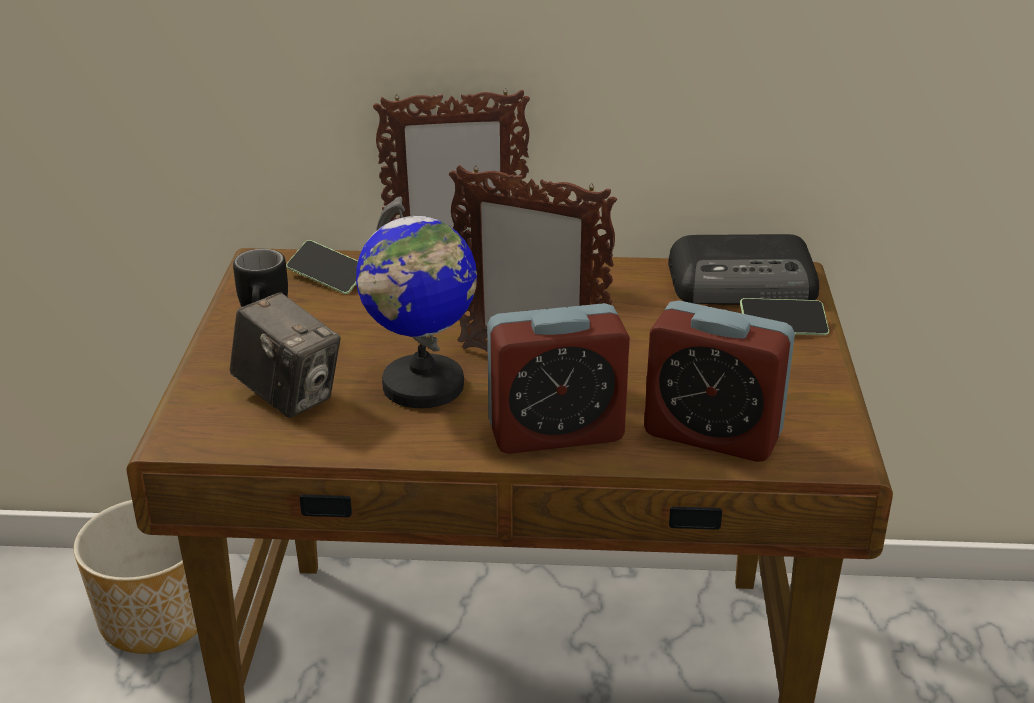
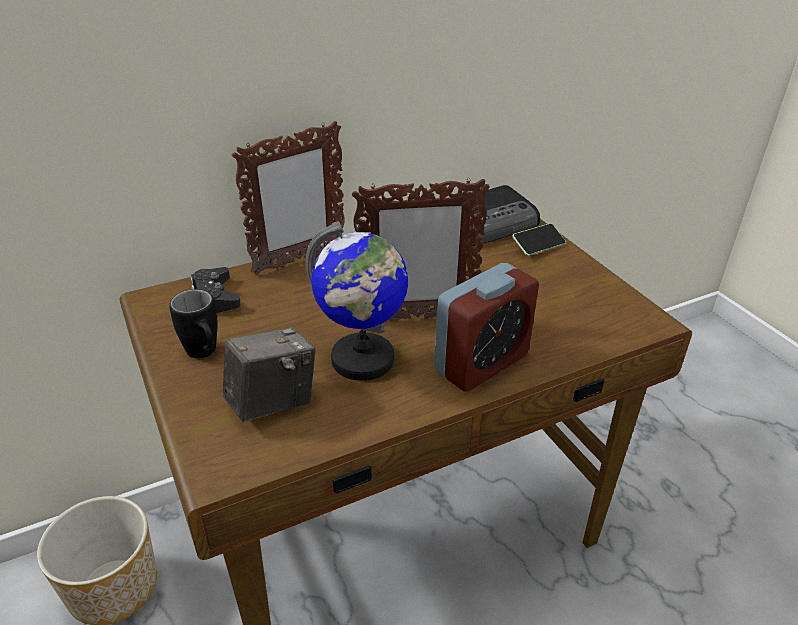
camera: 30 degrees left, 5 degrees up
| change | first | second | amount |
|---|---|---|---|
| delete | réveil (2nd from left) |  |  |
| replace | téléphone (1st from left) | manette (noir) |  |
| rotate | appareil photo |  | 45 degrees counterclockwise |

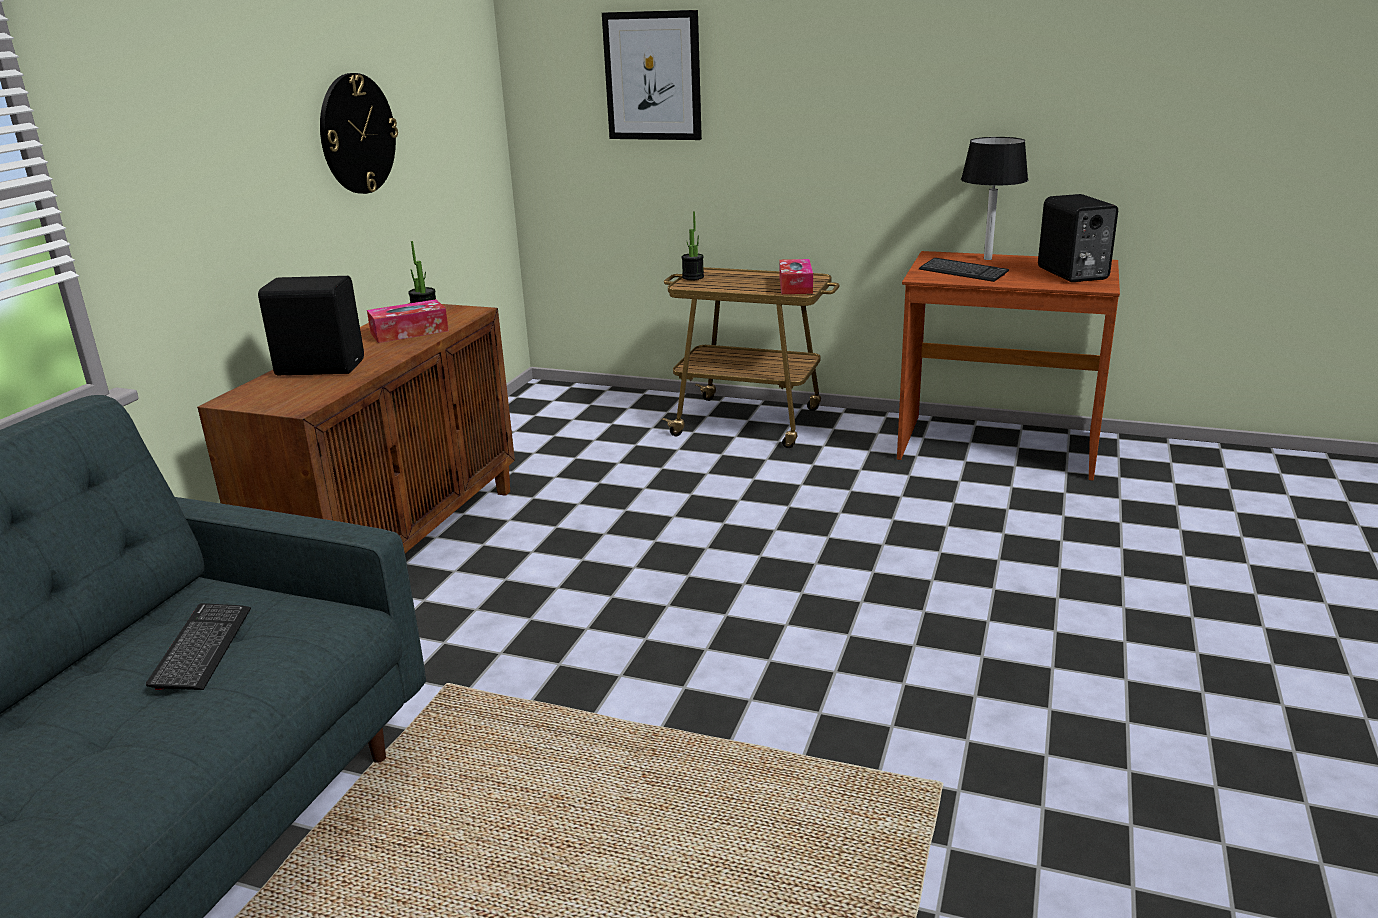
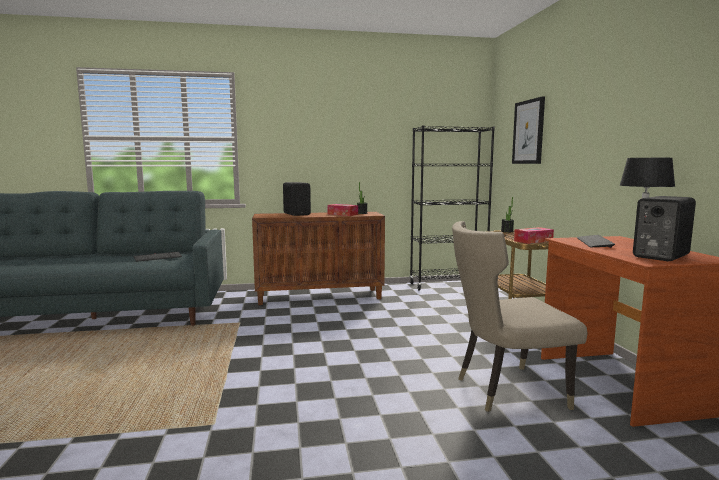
camera: 60 degrees right, 15 degrees down
| change | first | second | amount |
|---|---|---|---|
| delete | horloge murale |  |  |
| insert |  | bibliothèque (noir) |  |
| insert |  | chaise (beige) |  |

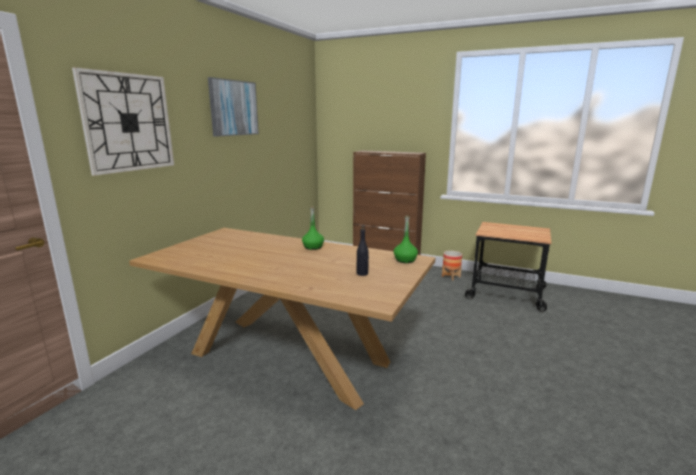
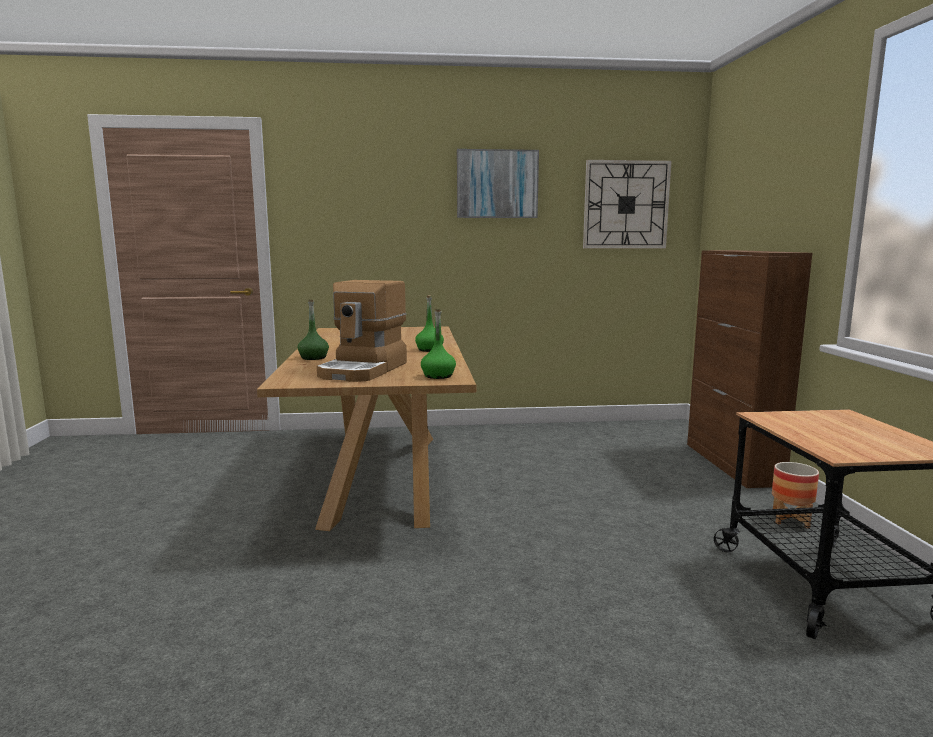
camera: 60 degrees right, 5 degrees down
| change | first | second | amount |
|---|---|---|---|
| insert |  | bouteille (vert) (1st from left) |  |
| move | horloge murale |  |  |
| replace | bouteille (noir) | machine à café |  |

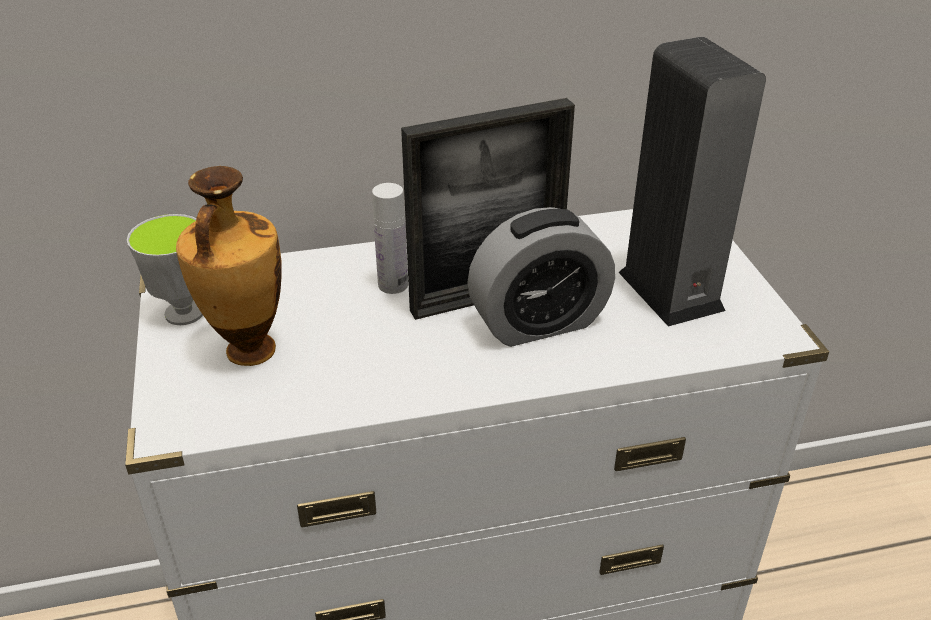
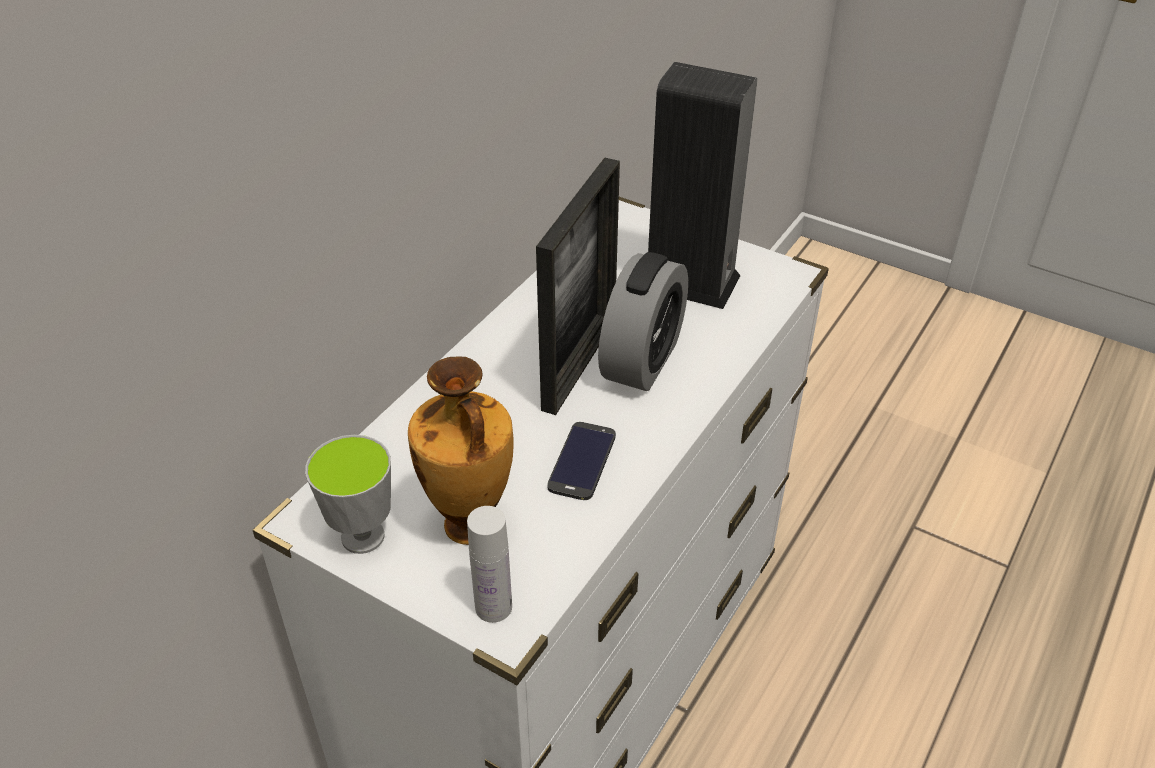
camera: 45 degrees left, 5 degrees up
| change | first | second | amount |
|---|---|---|---|
| insert |  | téléphone |  |
| move | bouteille (blanc) |  |  |

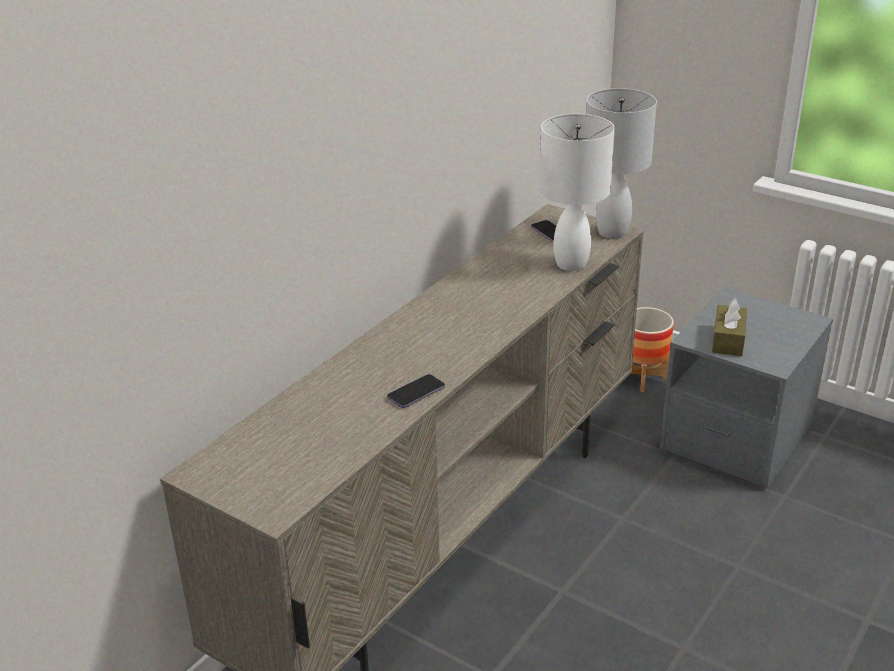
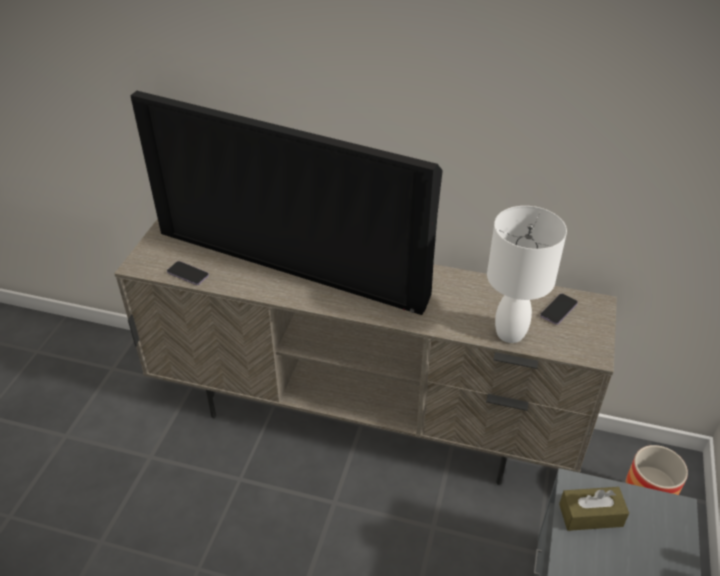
camera: 70 degrees right, 10 degrees up
| change | first | second | amount |
|---|---|---|---|
| delete | lampe de table (blanc) (2nd from left) |  |  |
| insert |  | téléviseur |  |
| move | téléphone (1st from left) |  |  |

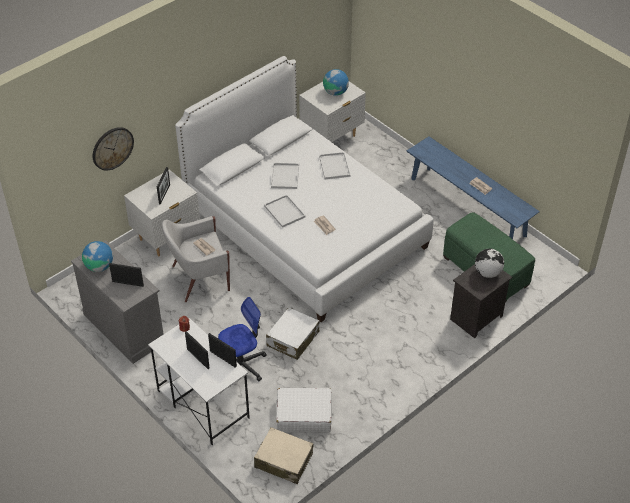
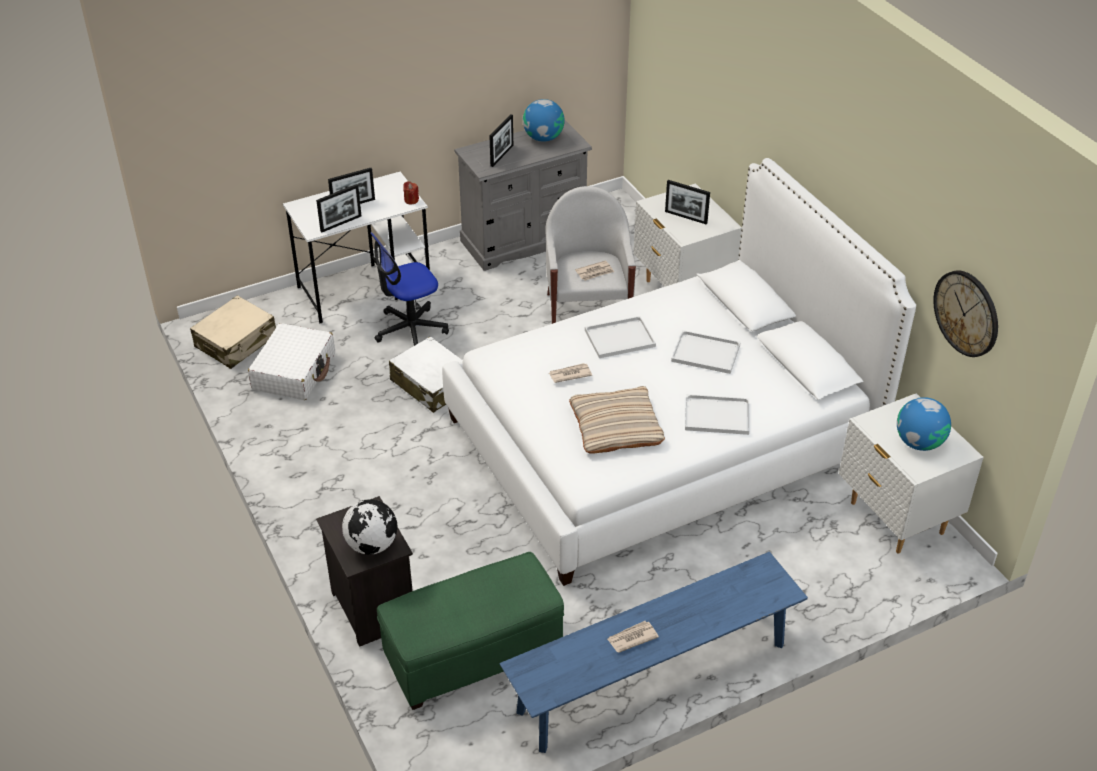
camera: 105 degrees right, 5 degrees down
| change | first | second | amount |
|---|---|---|---|
| insert |  | coussin (beige) |  |
| move | horloge murale |  |  |
| rotate | chaise de bureau |  | 75 degrees clockwise |

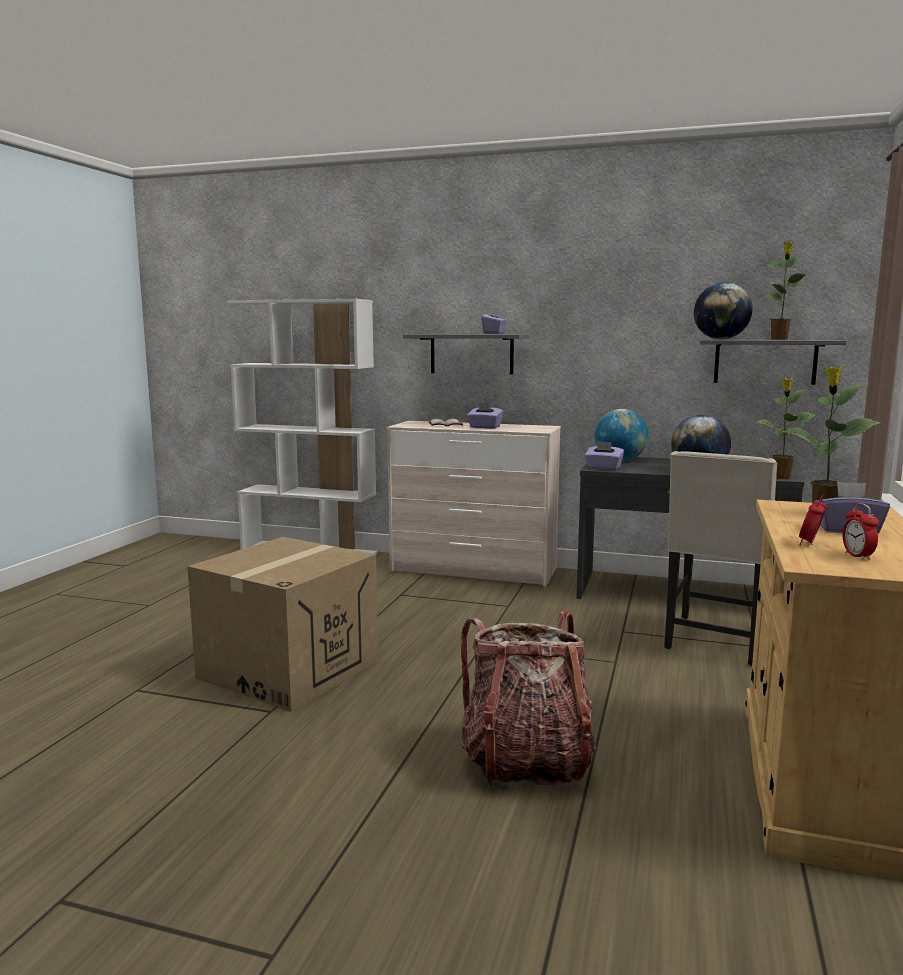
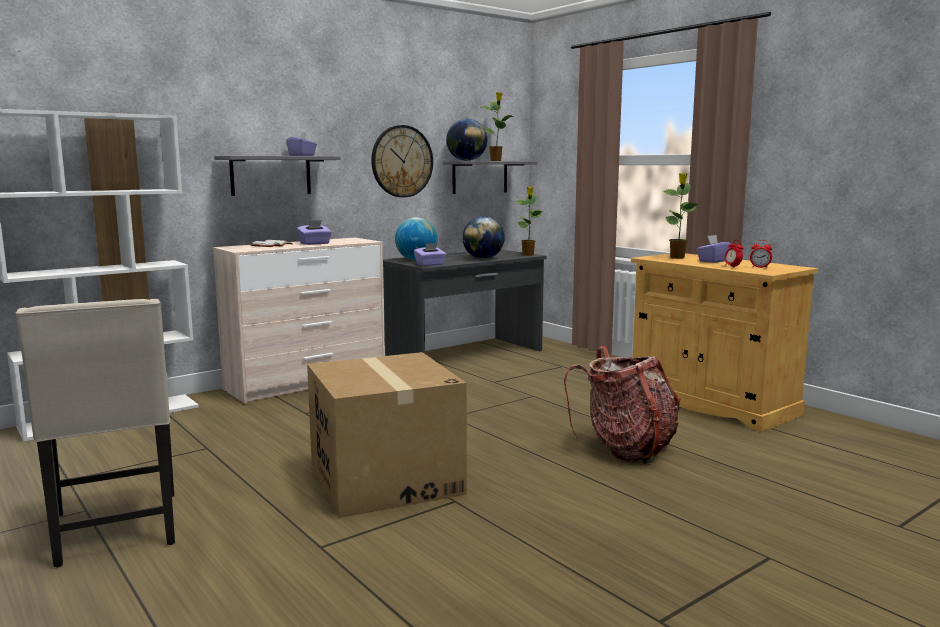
camera: 55 degrees left, 0 degrees up
| change | first | second | amount |
|---|---|---|---|
| insert |  | horloge murale |  |
| move | chaise (beige) |  |  |

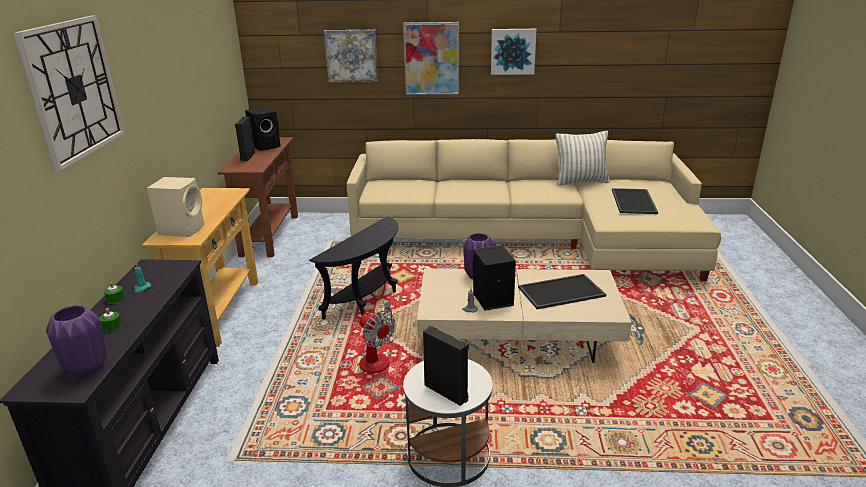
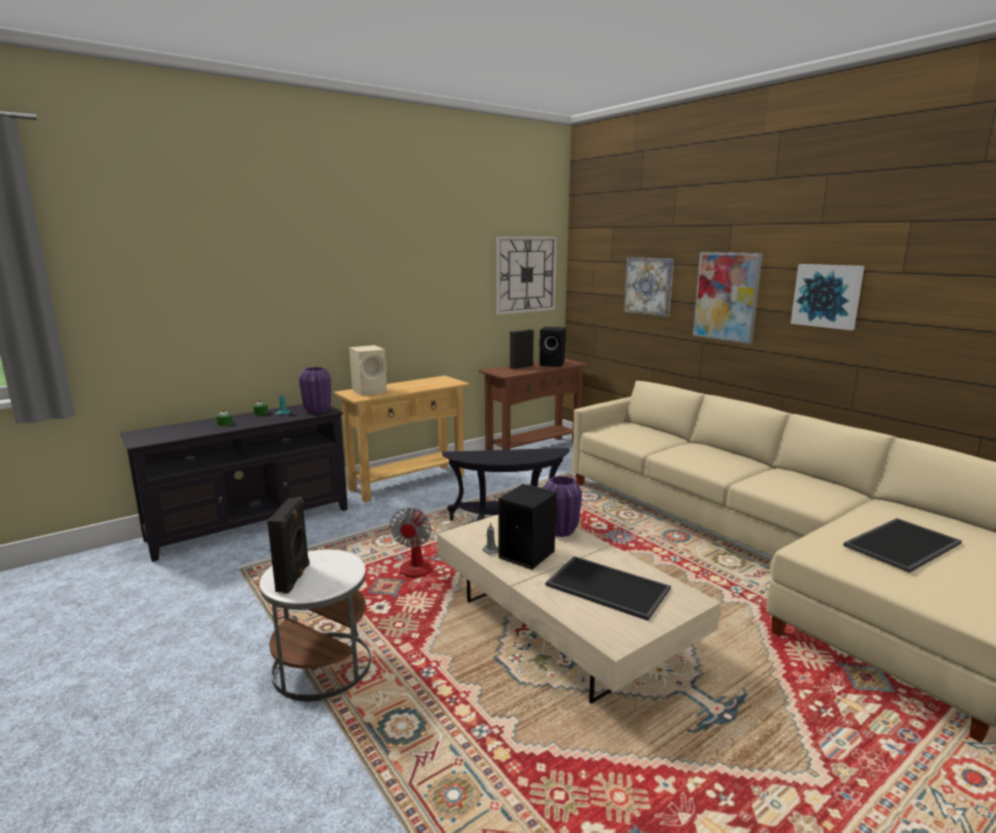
camera: 50 degrees right, 10 degrees down
| change | first | second | amount |
|---|---|---|---|
| delete | coussin |  |  |
| move | horloge murale |  |  |
| move | vase (violet) (1st from left) |  |  |

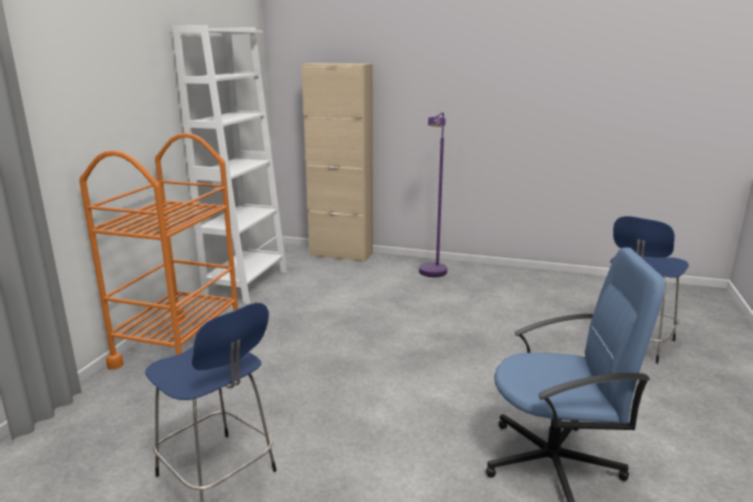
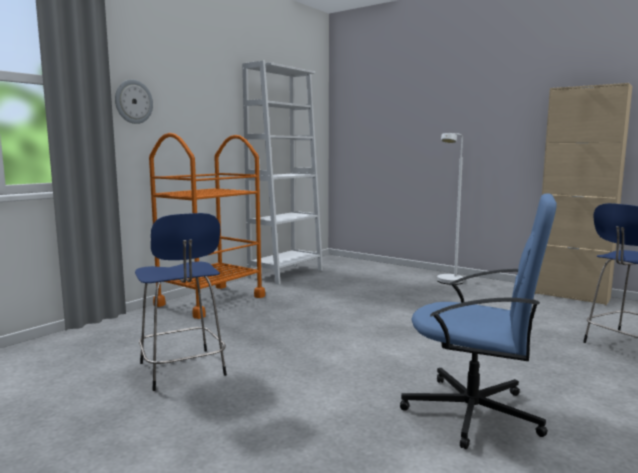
camera: 20 degrees right, 10 degrees down
| change | first | second | amount |
|---|---|---|---|
| insert |  | horloge murale |  |
| move | meuble de rangement (beige) |  |  |
| recolor | lampadaire (violet) | lampadaire (blanc) |  |

